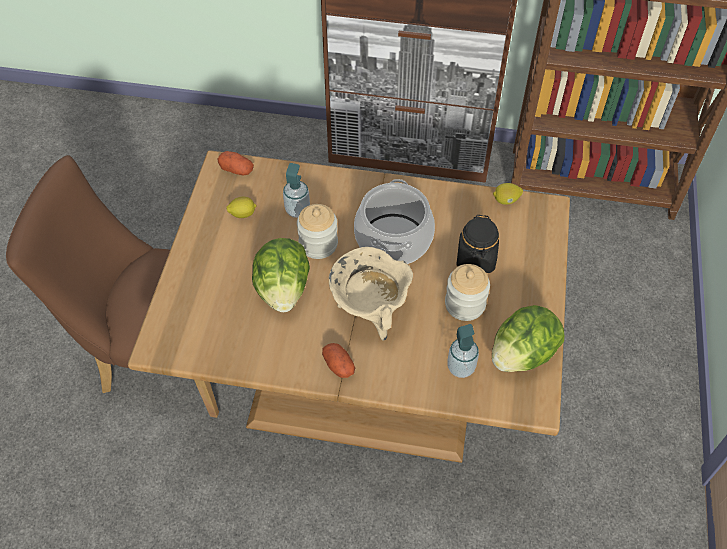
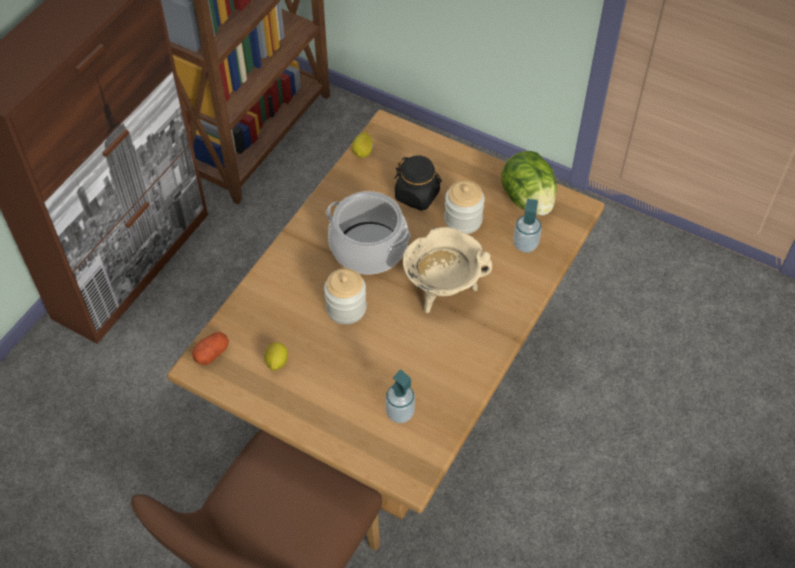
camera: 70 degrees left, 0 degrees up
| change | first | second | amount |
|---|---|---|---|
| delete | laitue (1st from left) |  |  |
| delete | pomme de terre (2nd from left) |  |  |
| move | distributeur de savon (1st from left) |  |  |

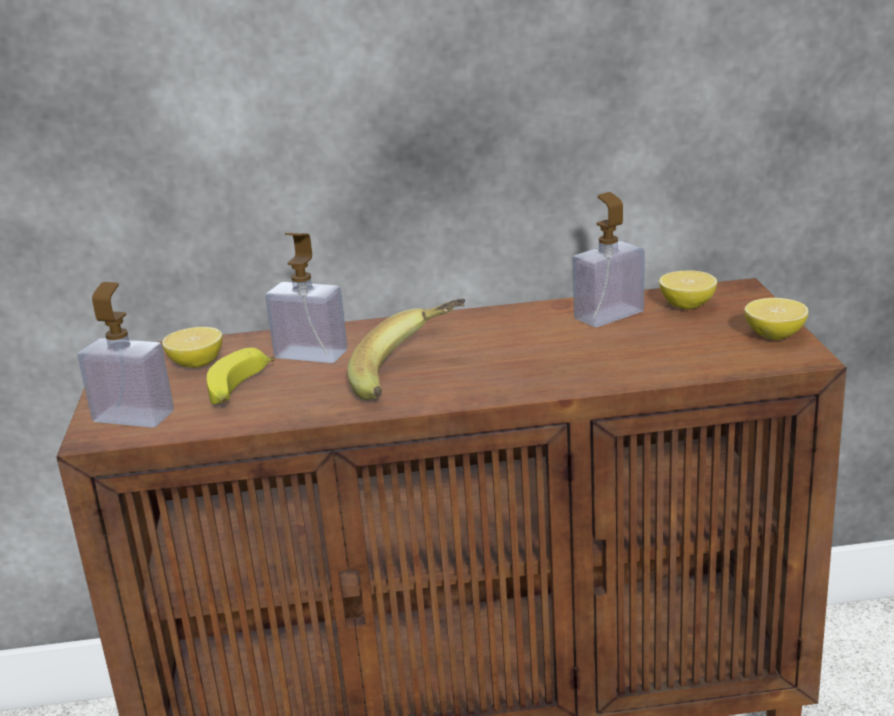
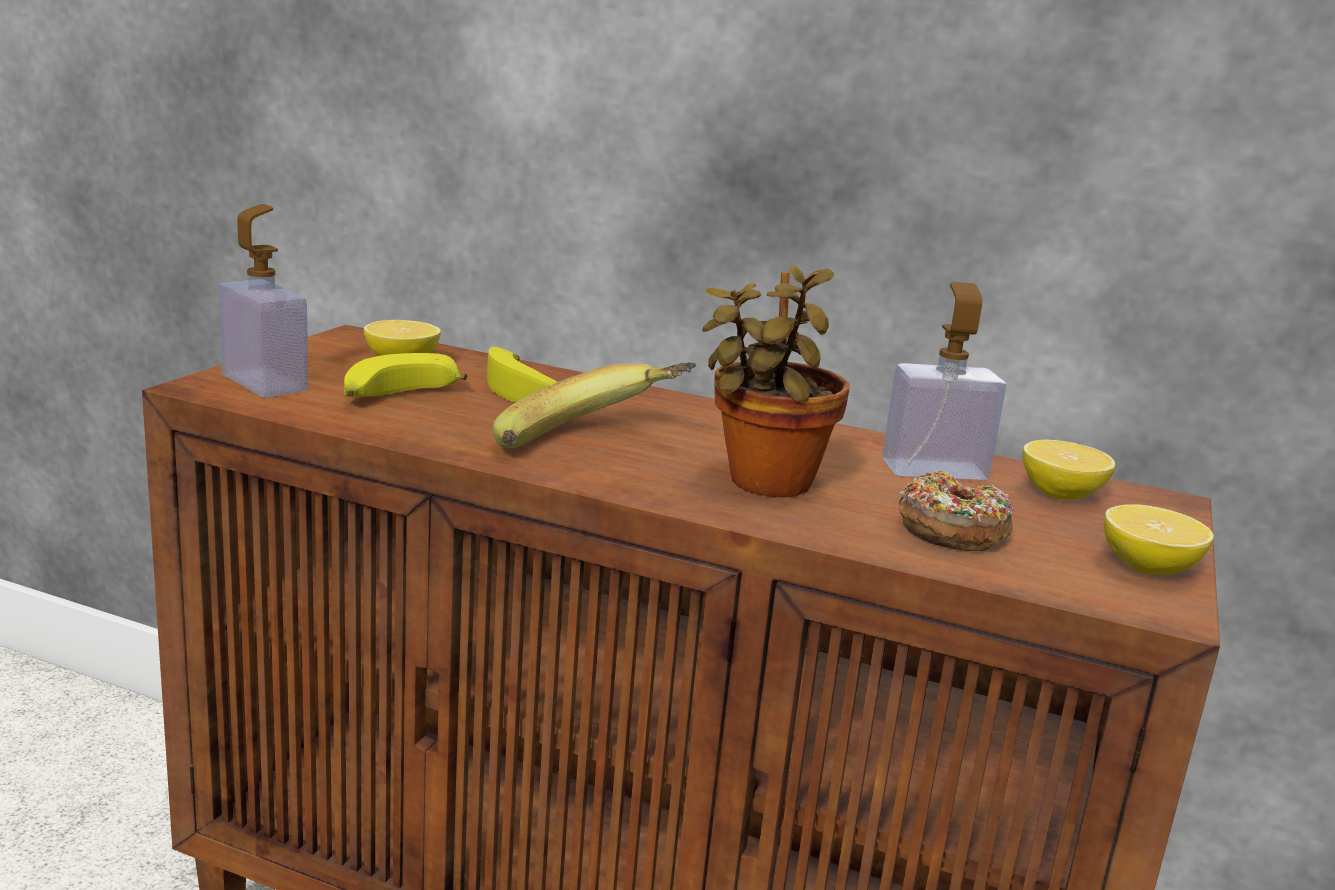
camera: 25 degrees right, 5 degrees down
| change | first | second | amount |
|---|---|---|---|
| insert |  | plante en pot |  |
| insert |  | beignet |  |
| replace | distributeur de savon (2nd from left) | banane (2nd from left) |  |

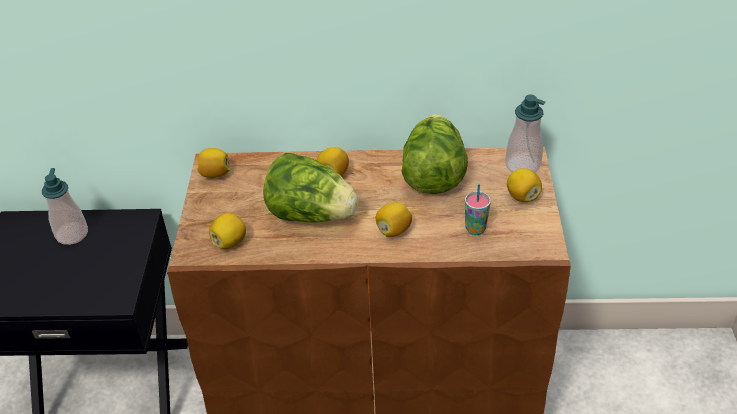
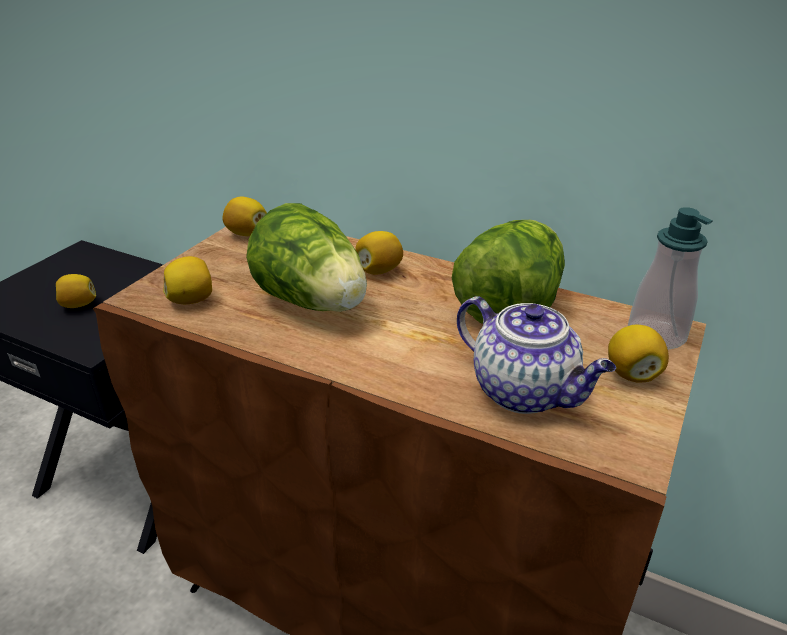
camera: 25 degrees right, 10 degrees down
| change | first | second | amount |
|---|---|---|---|
| delete | distributeur de savon (1st from left) |  |  |
| move | citron (4th from left in the first image) | citron (1st from left) |  |
| replace | tasse | théière |  |

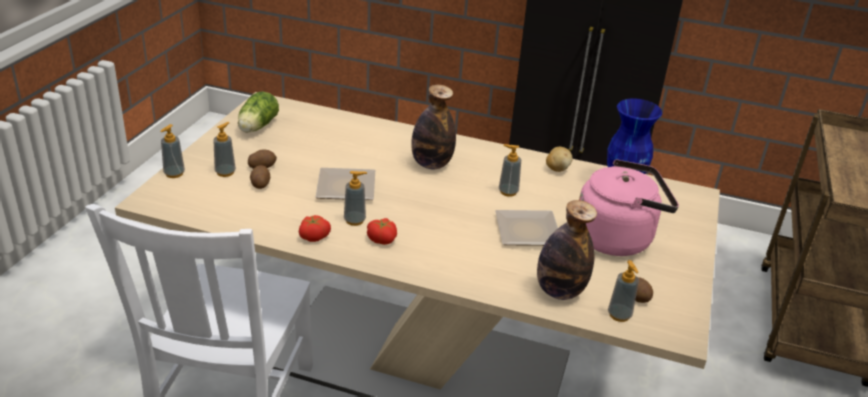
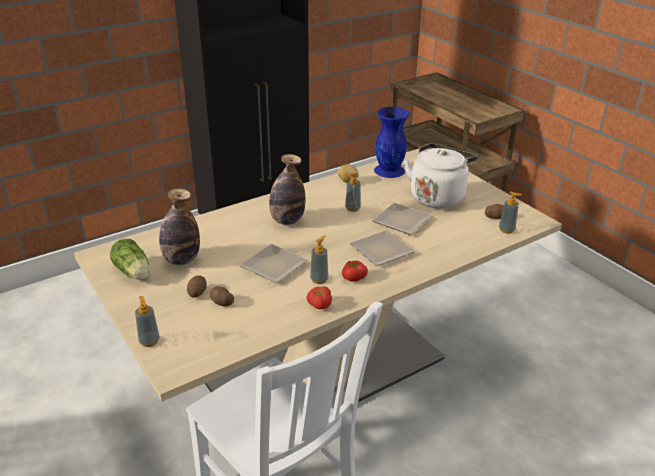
camera: 50 degrees left, 0 degrees up
| change | first | second | amount |
|---|---|---|---|
| delete | distributeur de savon (2nd from left) |  |  |
| insert |  | assiette (2nd from left) |  |
| move | bouteille (2nd from left in the first image) | bouteille (1st from left) |  |
| recolor | bouilloire (rose) | bouilloire (blanc) |  |

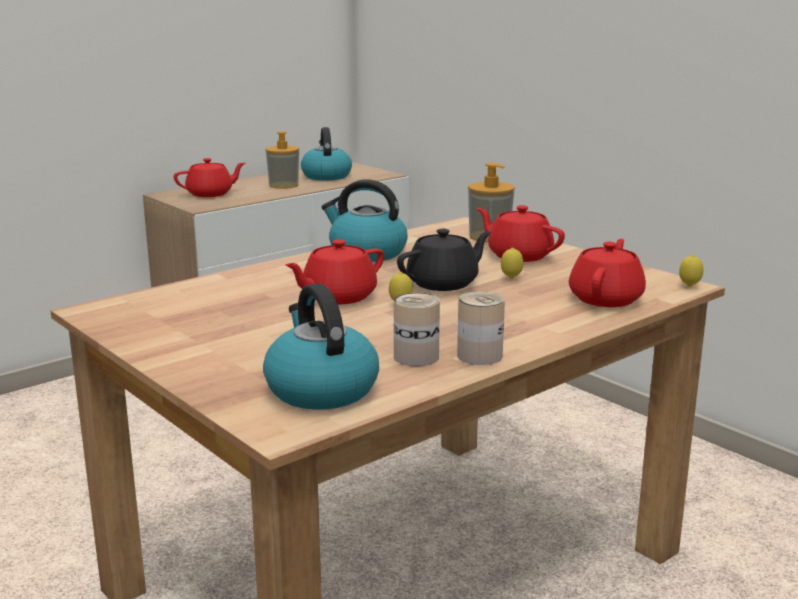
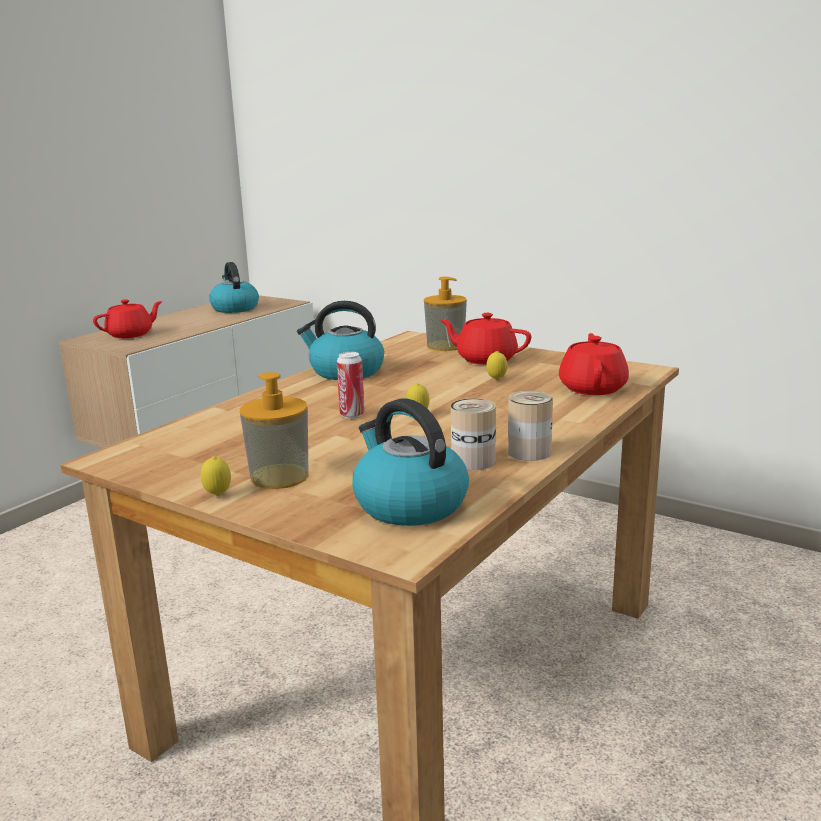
camera: 15 degrees left, 0 degrees up
| change | first | second | amount |
|---|---|---|---|
| delete | théière (noir) |  |  |
| move | distributeur de savon (1st from left) |  |  |
| move | citron (3rd from left in the first image) | citron (1st from left) |  |
| replace | théière (rouge) (2nd from left) | boîte métallique (1st from left) |  |

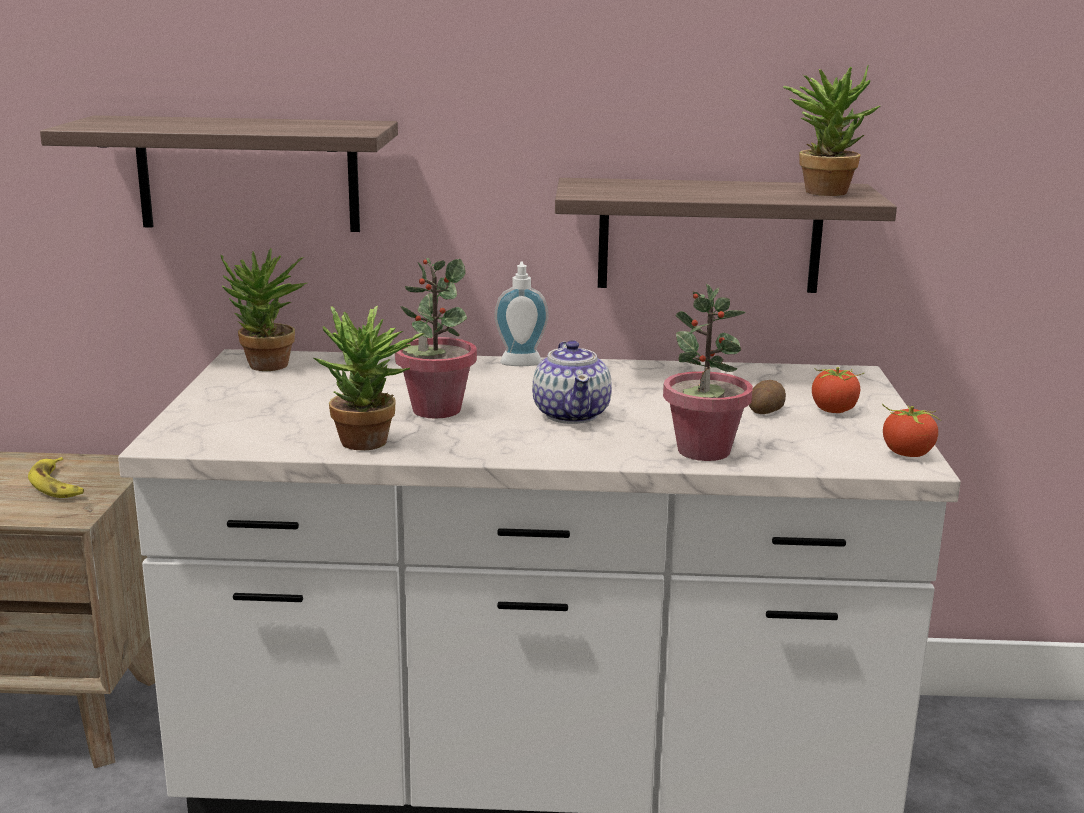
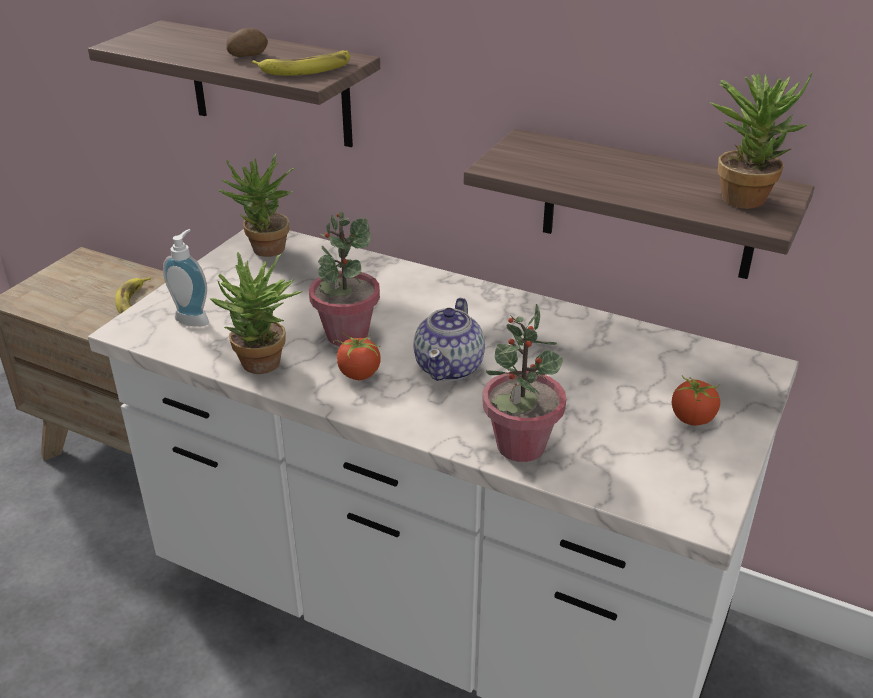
camera: 25 degrees right, 15 degrees up
| change | first | second | amount |
|---|---|---|---|
| insert |  | banane (2nd from left) |  |
| move | distributeur de savon |  |  |
| move | pomme de terre |  |  |
| move | tomate (2nd from left in the first image) | tomate (1st from left) |  |

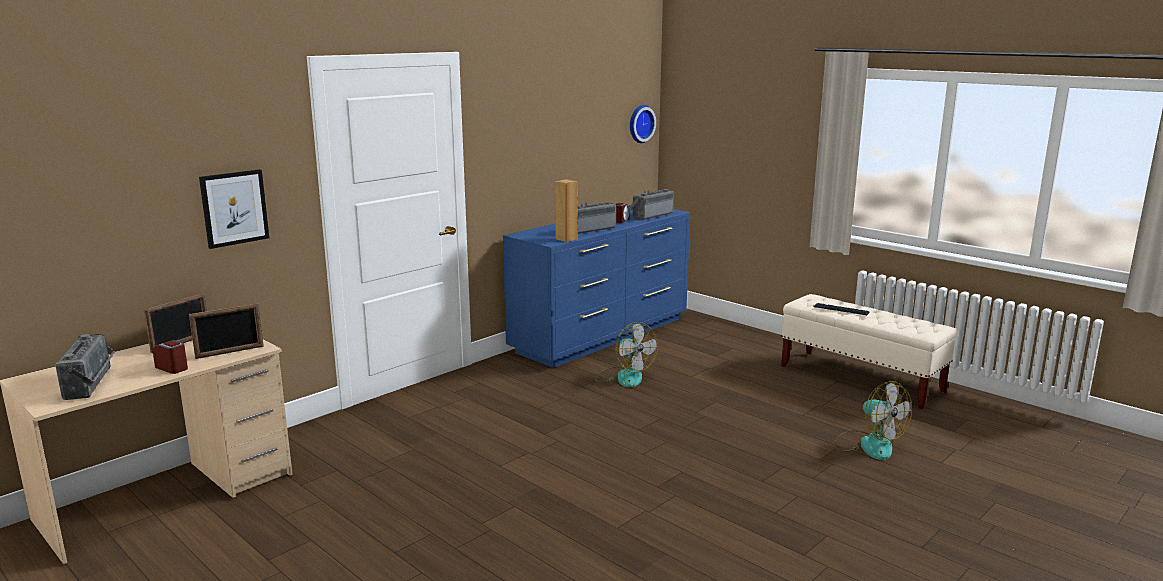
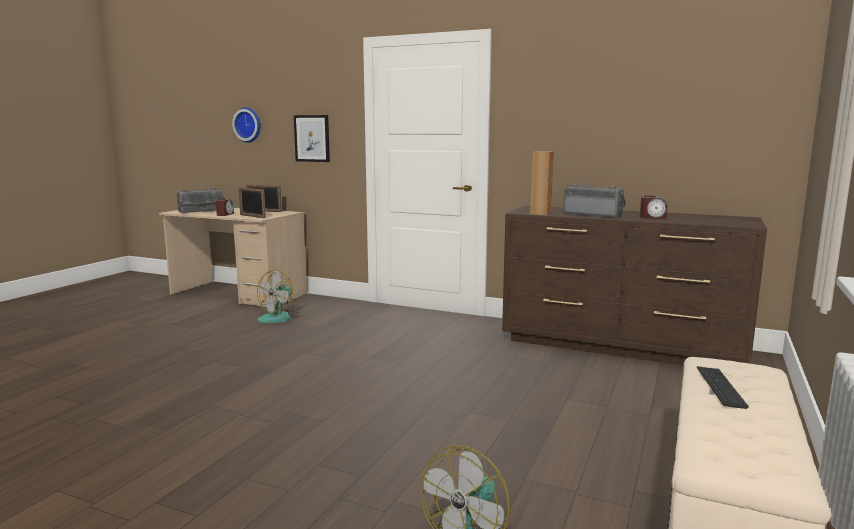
camera: 70 degrees right, 5 degrees down
| change | first | second | amount |
|---|---|---|---|
| delete | radio (3rd from left) |  |  |
| move | ventilateur (1st from left) |  |  |
| move | horloge murale |  |  |
| recolor | commode (bleu) | commode (marron) |  |

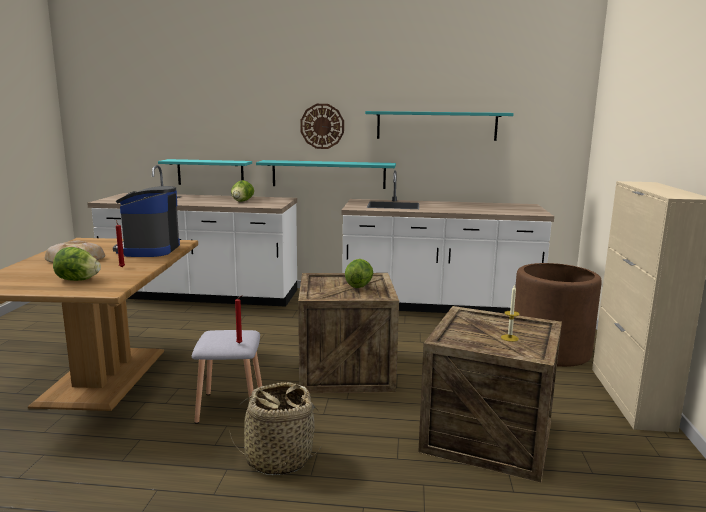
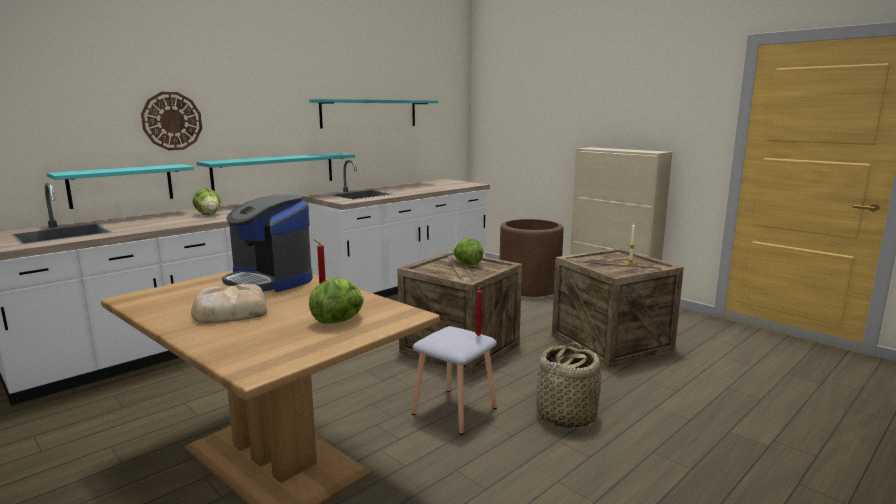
camera: 50 degrees left, 0 degrees up
| change | first | second | amount |
|---|---|---|---|
| move | horloge murale |  |  |

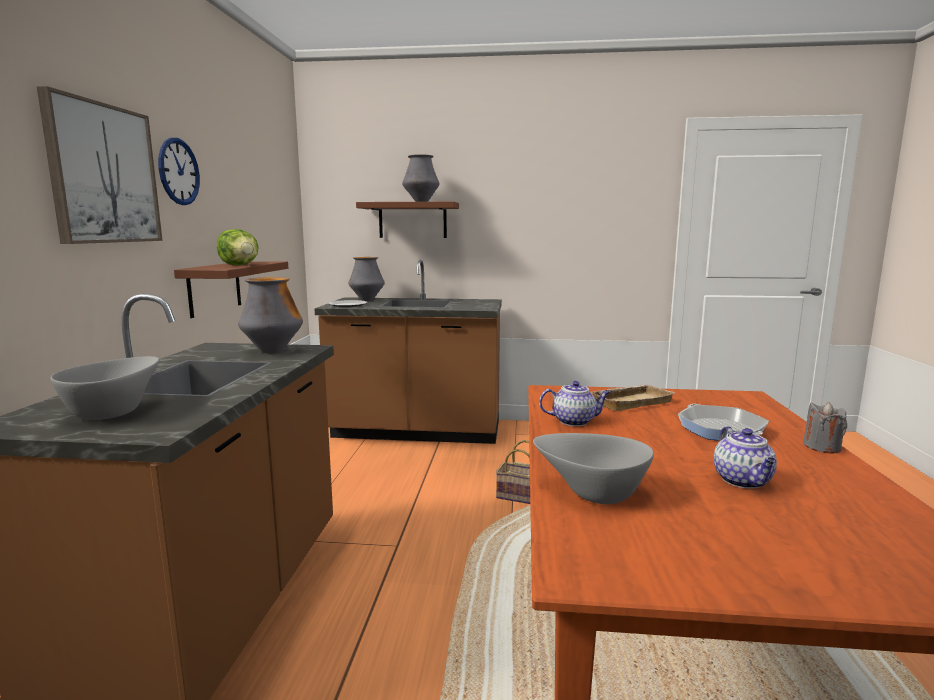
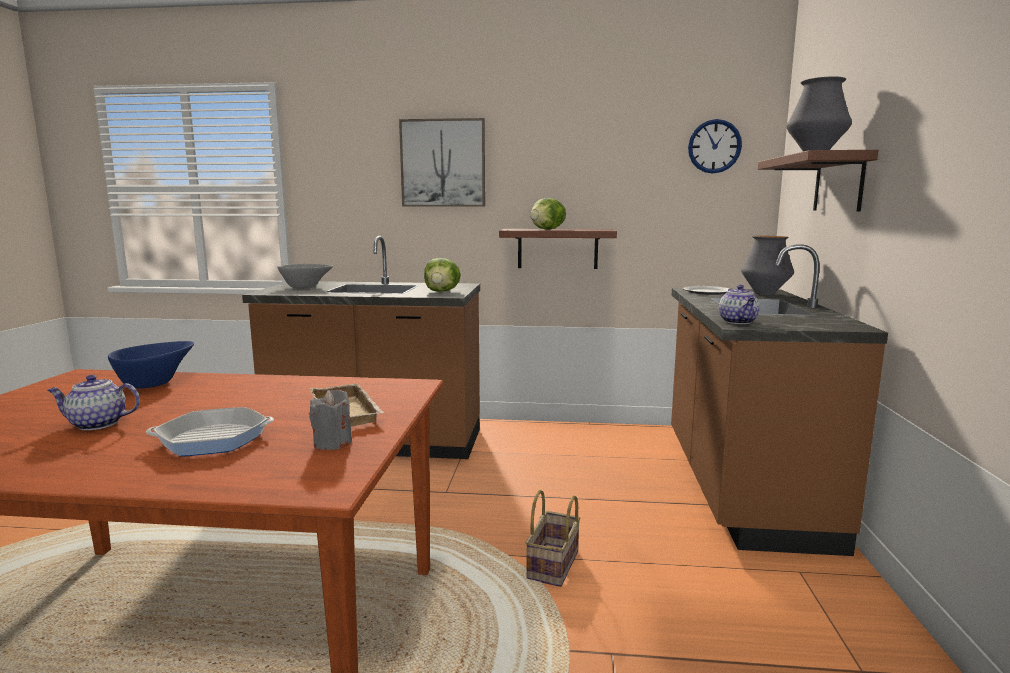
camera: 90 degrees right, 0 degrees up
| change | first | second | amount |
|---|---|---|---|
| move | horloge murale |  |  |
| move | théière (1st from left in the first image) | théière (2nd from left) |  |
| move | bougie (gris) |  |  |
| replace | vase (1st from left) | laitue (1st from left) |  |
| recolor | bol (gris) (2nd from left) | bol (bleu) |  |

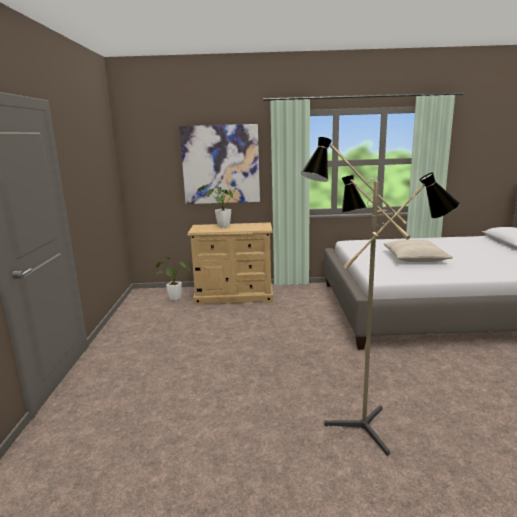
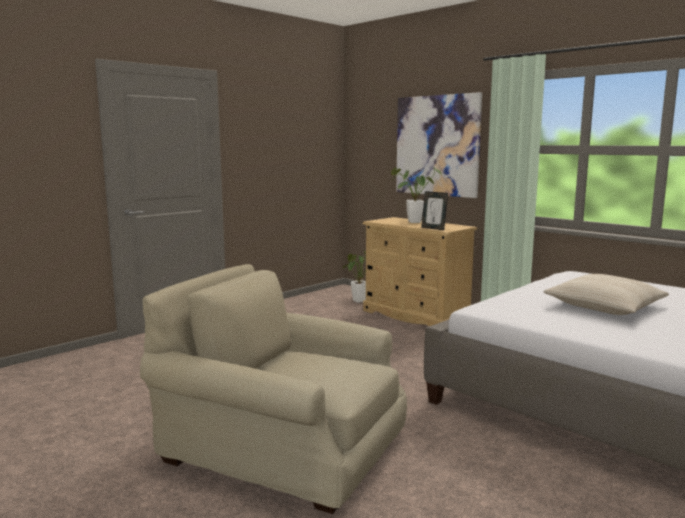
camera: 45 degrees right, 5 degrees down
| change | first | second | amount |
|---|---|---|---|
| insert |  | cadre photo |  |
| replace | lampadaire | fauteuil (beige) |  |

